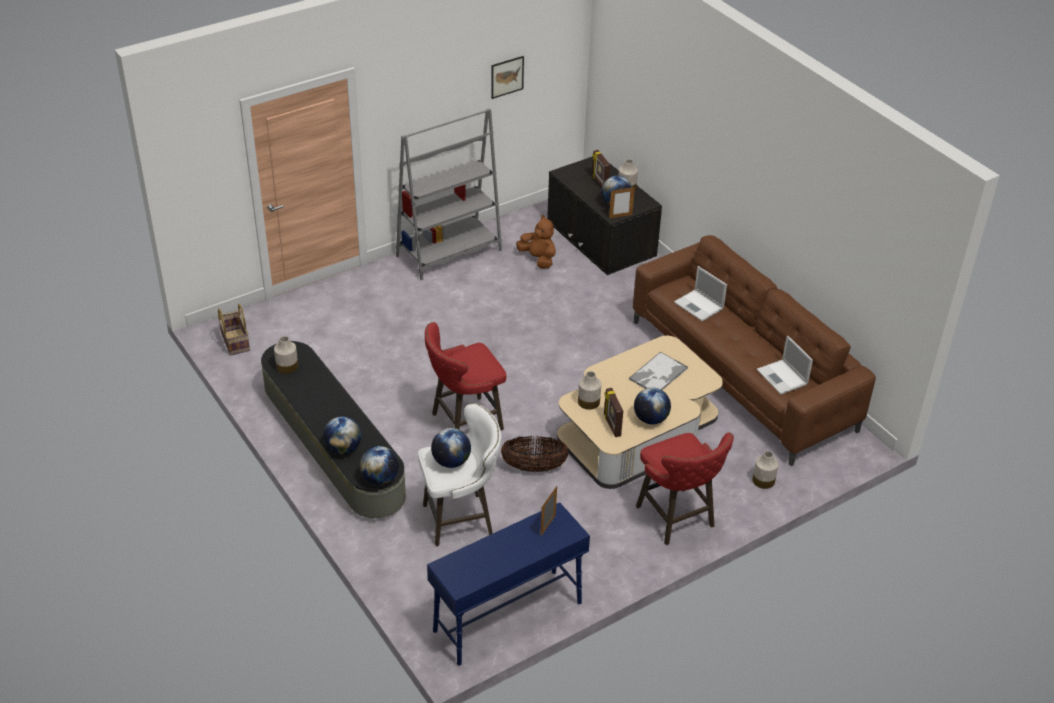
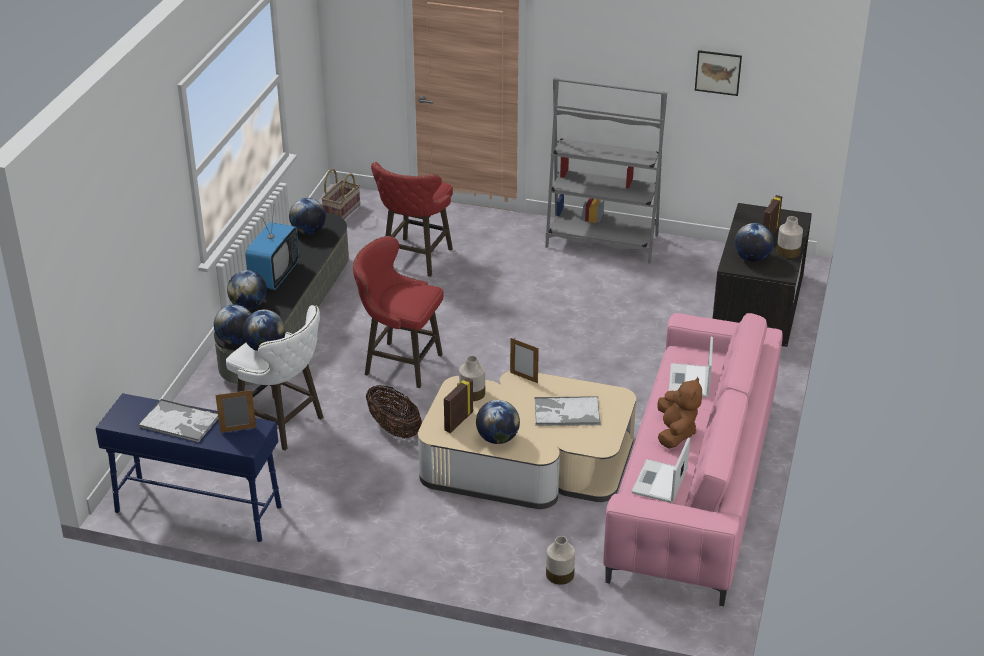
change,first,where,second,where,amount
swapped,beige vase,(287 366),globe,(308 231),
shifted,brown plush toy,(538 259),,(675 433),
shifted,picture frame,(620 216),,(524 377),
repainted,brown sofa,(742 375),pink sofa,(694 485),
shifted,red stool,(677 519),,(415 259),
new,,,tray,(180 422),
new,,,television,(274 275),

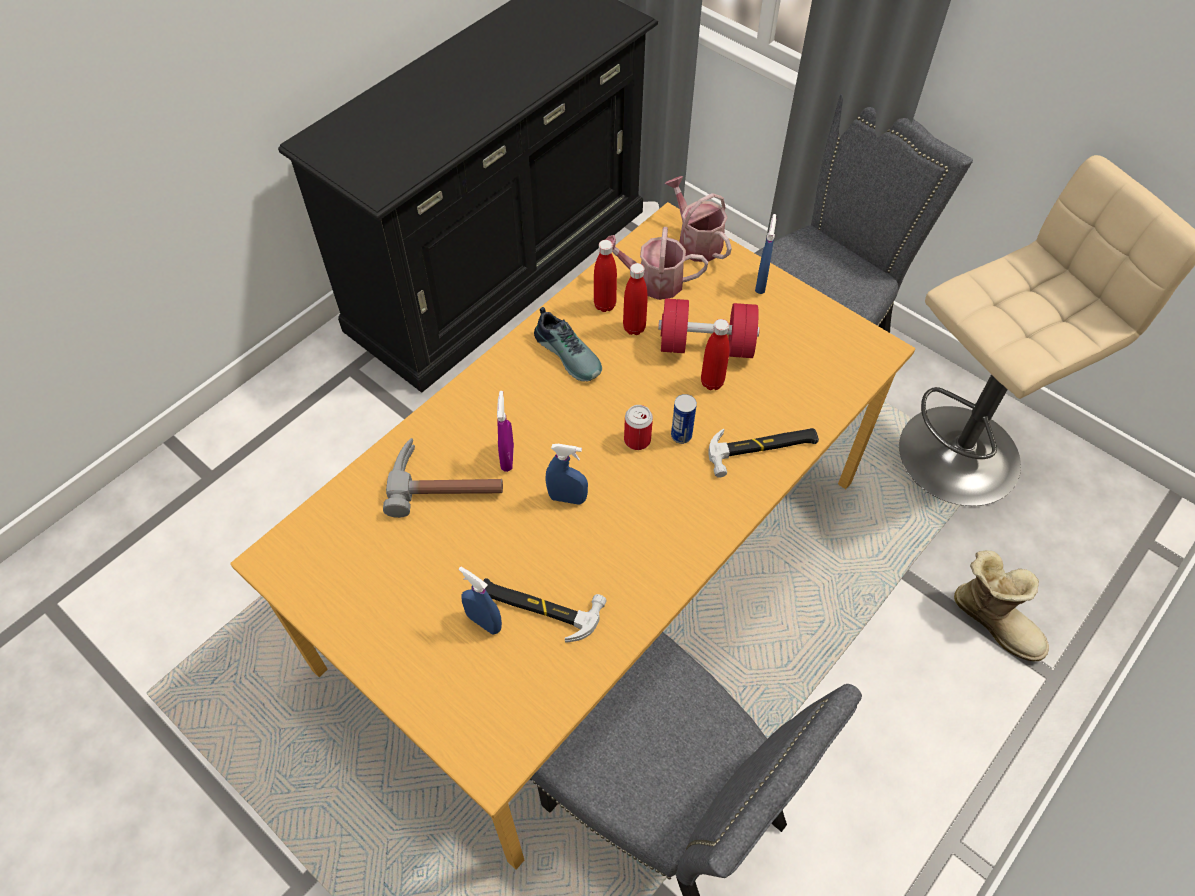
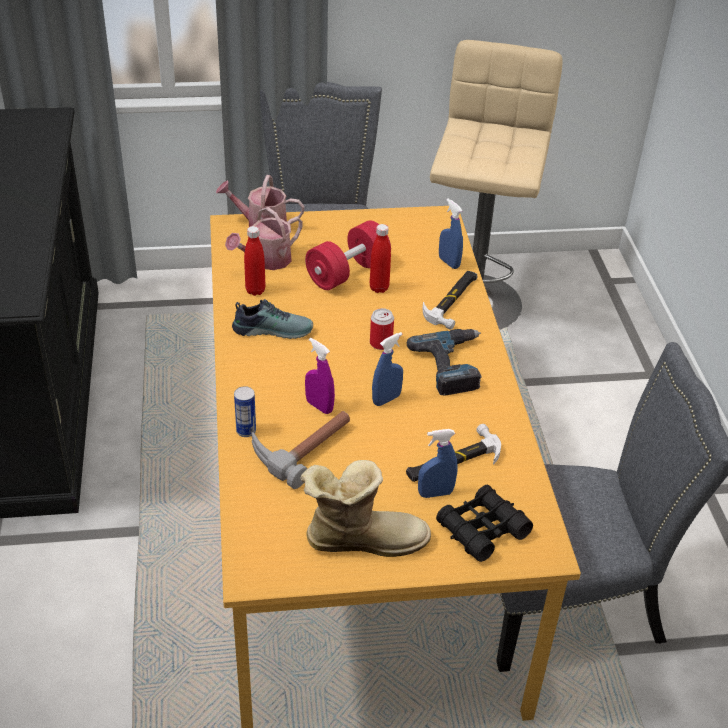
change,first,where,second,where,amount
gone,red bottle,(634 328),,,
shifted,can,(681 435),,(246 431),
shifted,blue spray bottle,(761 283),,(449 262),
shifted,boot,(995 620),,(362 538),
new,,,power drill,(453 365),
new,,,black binoculars,(482 530),

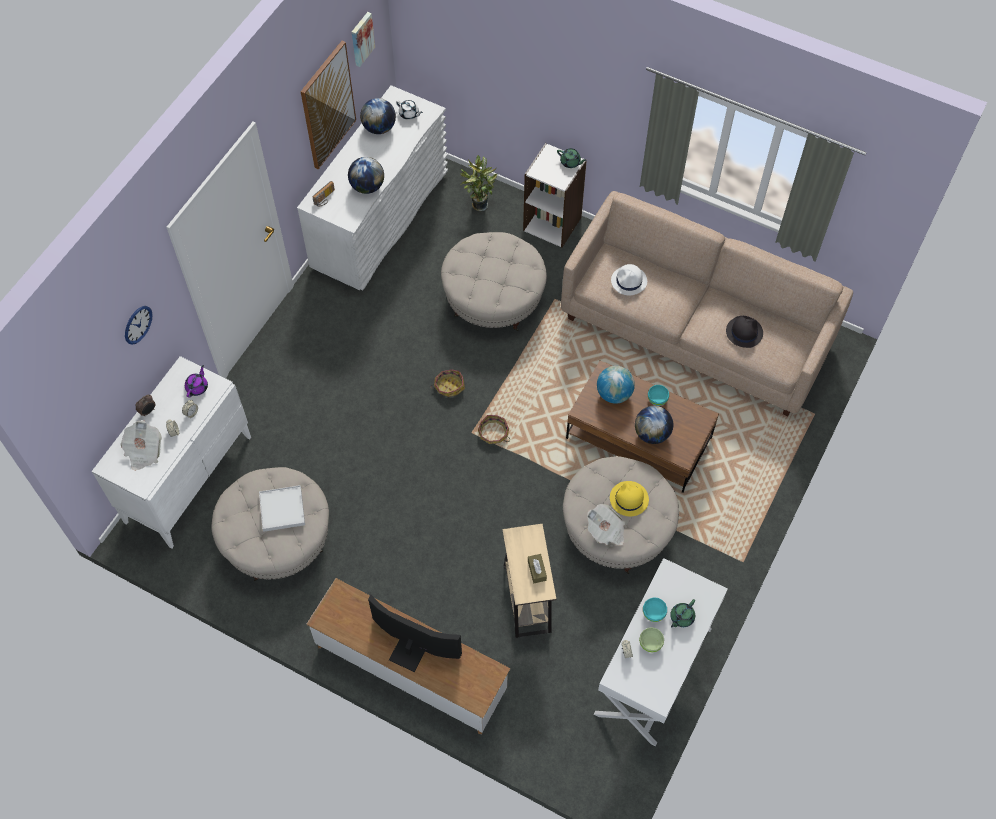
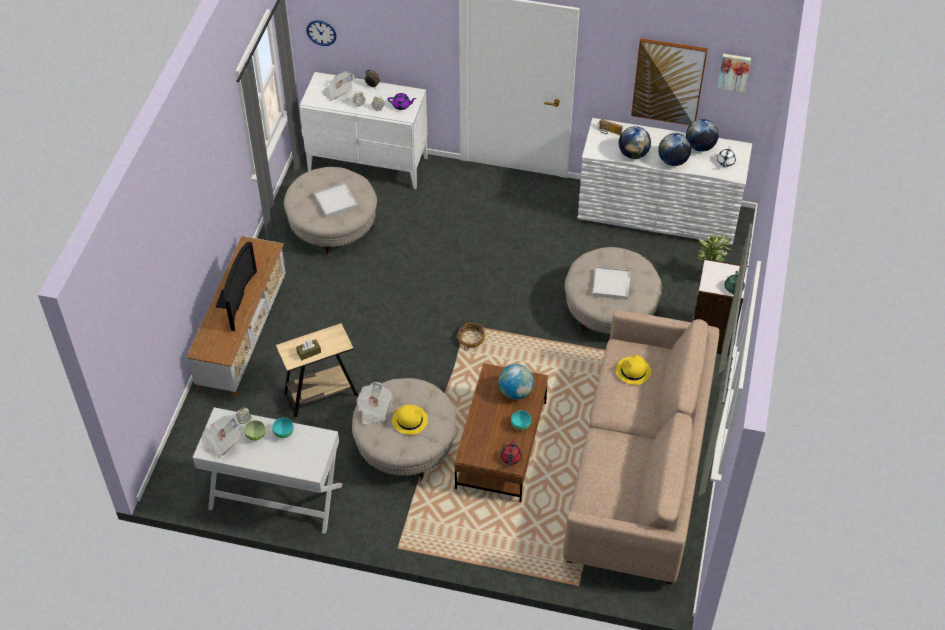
change,first,where,second,where,amount
shifted,wall clock,(138 324),,(321 32),
gone,basket,(449 386),,,
repainted,white hat,(629 281),yellow hat,(633 371),
shifted,globe,(652 433),,(673 161),
gone,green teapot,(681 617),,,
gone,black hat,(744 332),,,
new,,,newspaper,(222 443),
new,,,red teapot,(511 458),
new,,,white tray,(611 284),

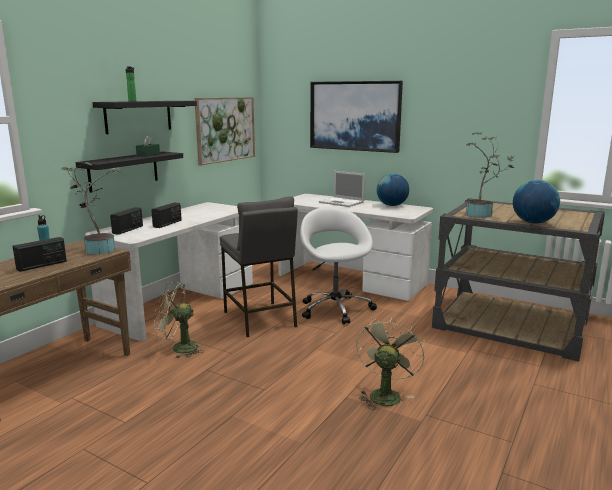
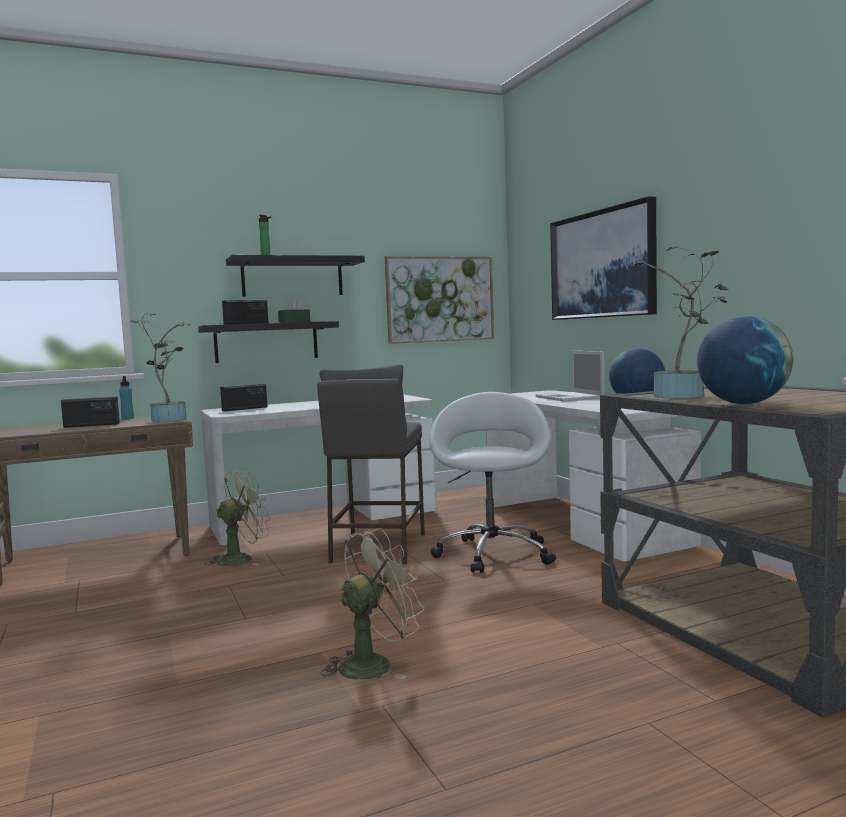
change,first,where,second,where,amount
shifted,radio,(167 224),,(246 324),
rotated,green fan,(179 348),,(241 559),105 degrees clockwise

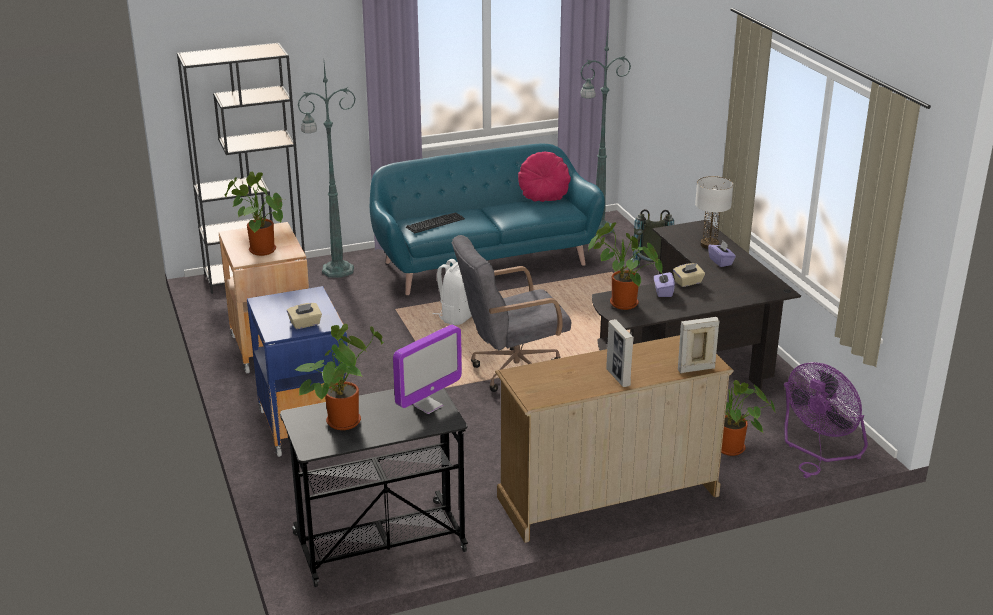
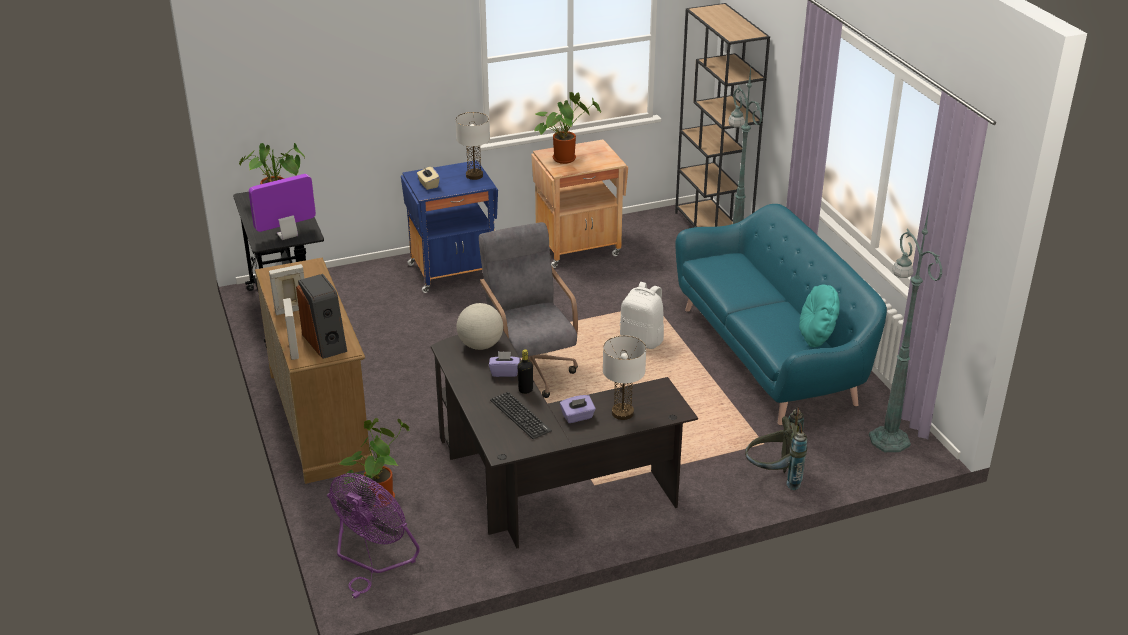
change,first,where,second,where,amount
rotated,monitor,(427 405),,(287 235),105 degrees clockwise
shifted,keyboard,(435 223),,(520 416),
repainted,pink pillow,(543 198),turquoise pillow,(816 338),
swapped,potted plant,(620 303),globe,(480 345),
swapped,beige tissue box,(688 282),black bottle,(525 390),
rotated,purple fan,(815 449),,(368 558),105 degrees counterclockwise
new,,,speaker,(325 342),
new,,,table lamp,(474 175),

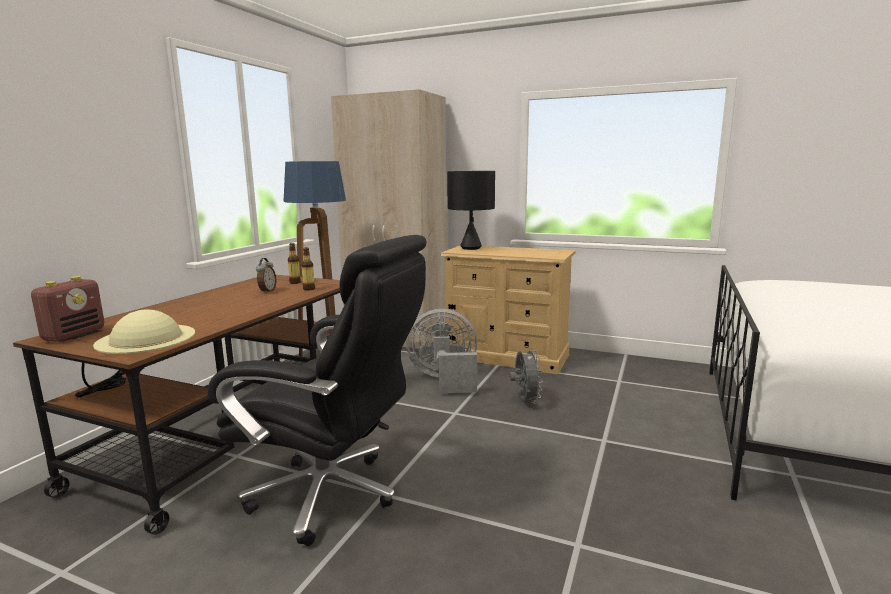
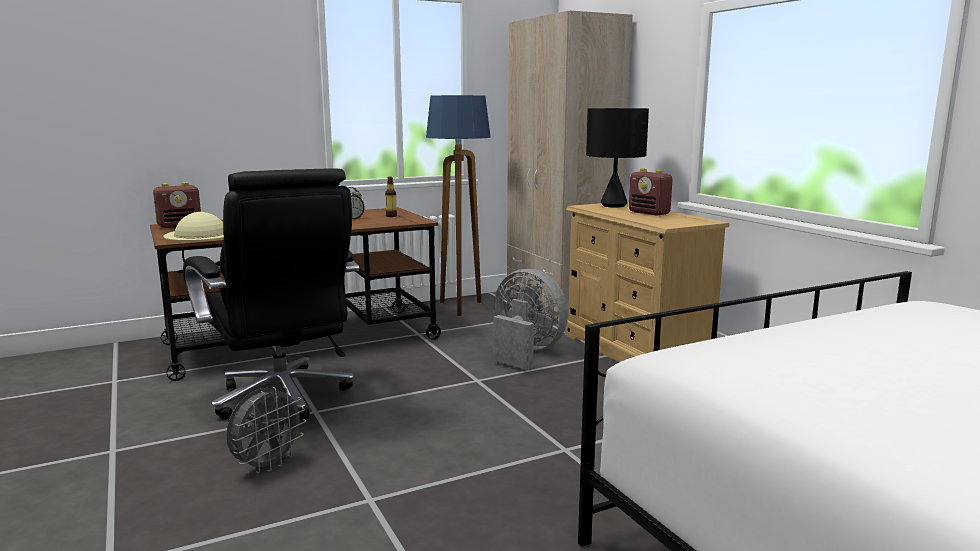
change,first,where,second,where,amount
gone,bottle,(309 289),,,
shifted,grey fan,(525 401),,(267 465),
new,,,radio,(649 213),

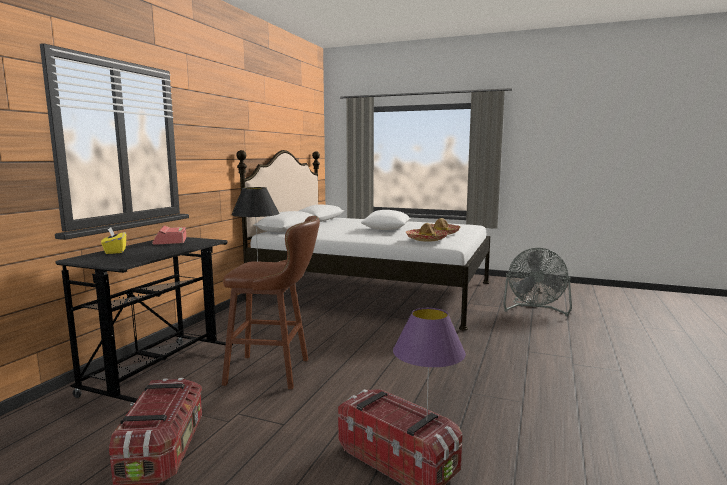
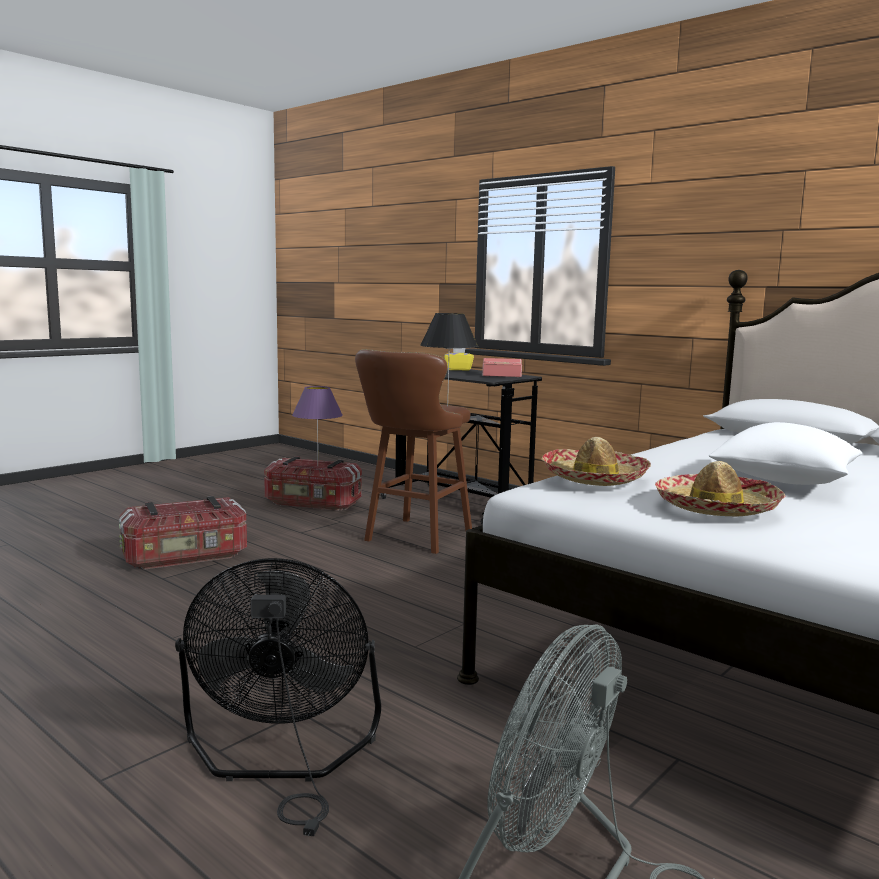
change,first,where,second,where,amount
shifted,purple table lamp,(426 420),,(317 466),
new,,,black fan,(282 762),

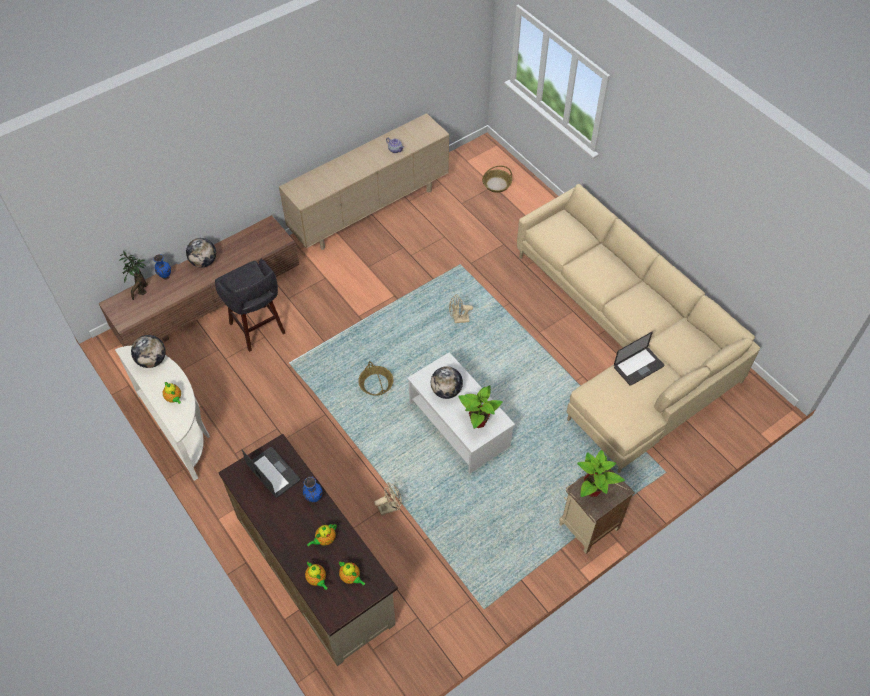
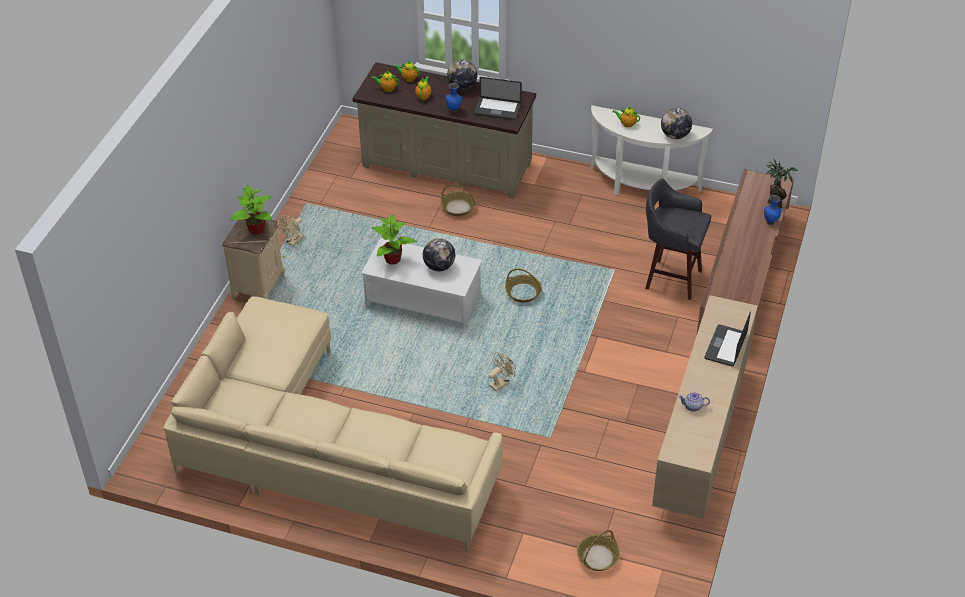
change,first,where,second,where,amount
shifted,globe,(204 262),,(462 87),
shifted,beige fan,(390 507),,(293 241),
shifted,laptop,(638 367),,(725 346),
new,,,basket,(458 207),

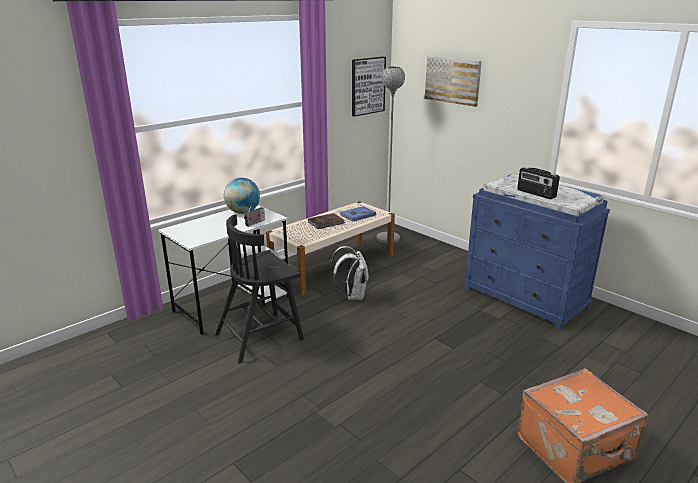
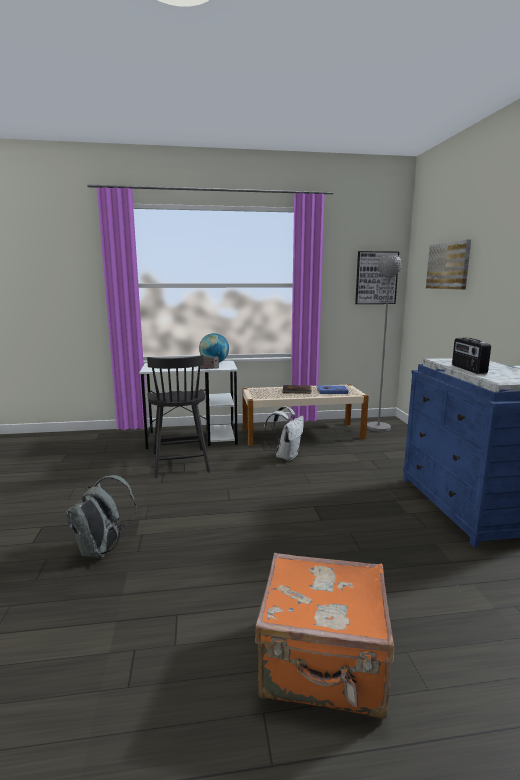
change,first,where,second,where,amount
rotated,black chair,(261 336),,(180 461),105 degrees counterclockwise
new,,,grey backpack,(102 551),

